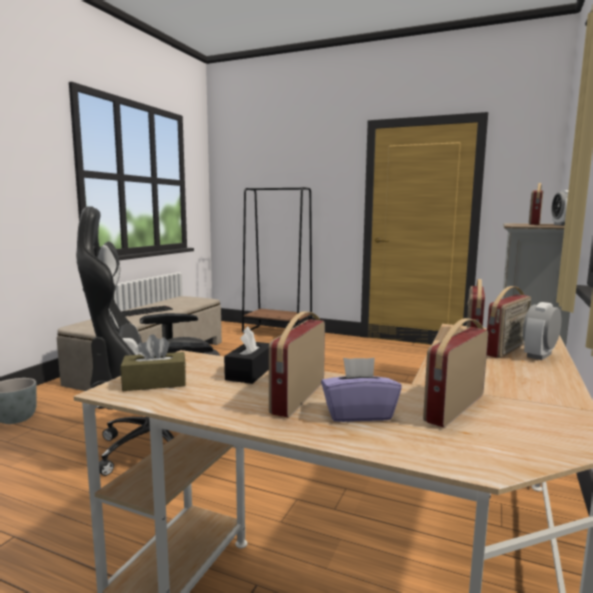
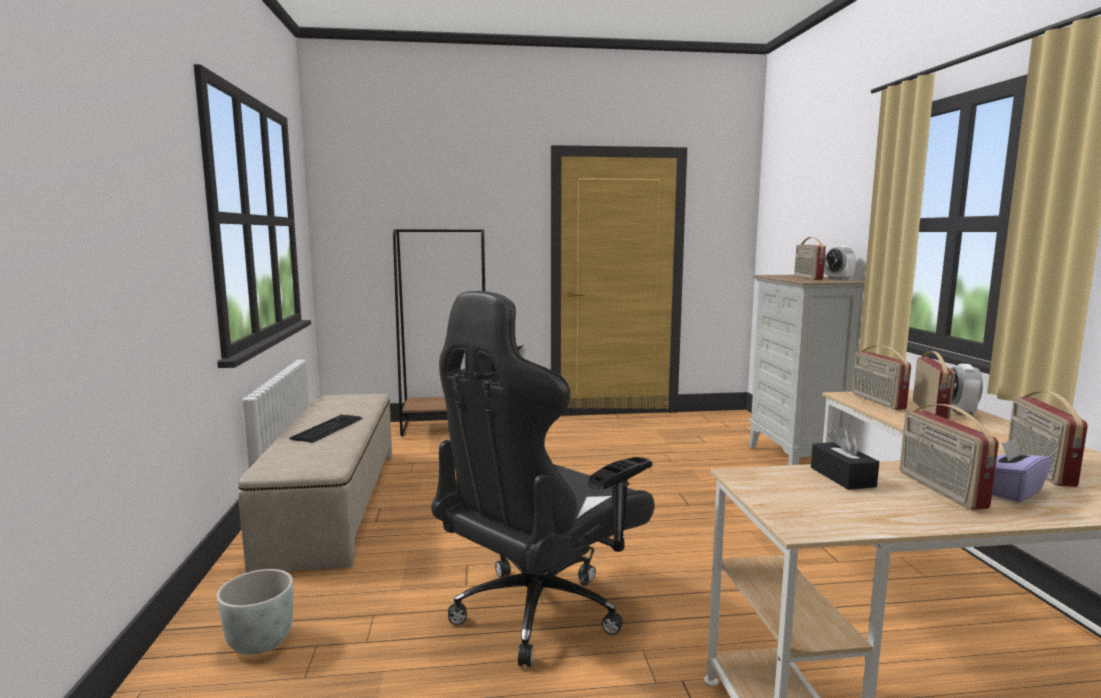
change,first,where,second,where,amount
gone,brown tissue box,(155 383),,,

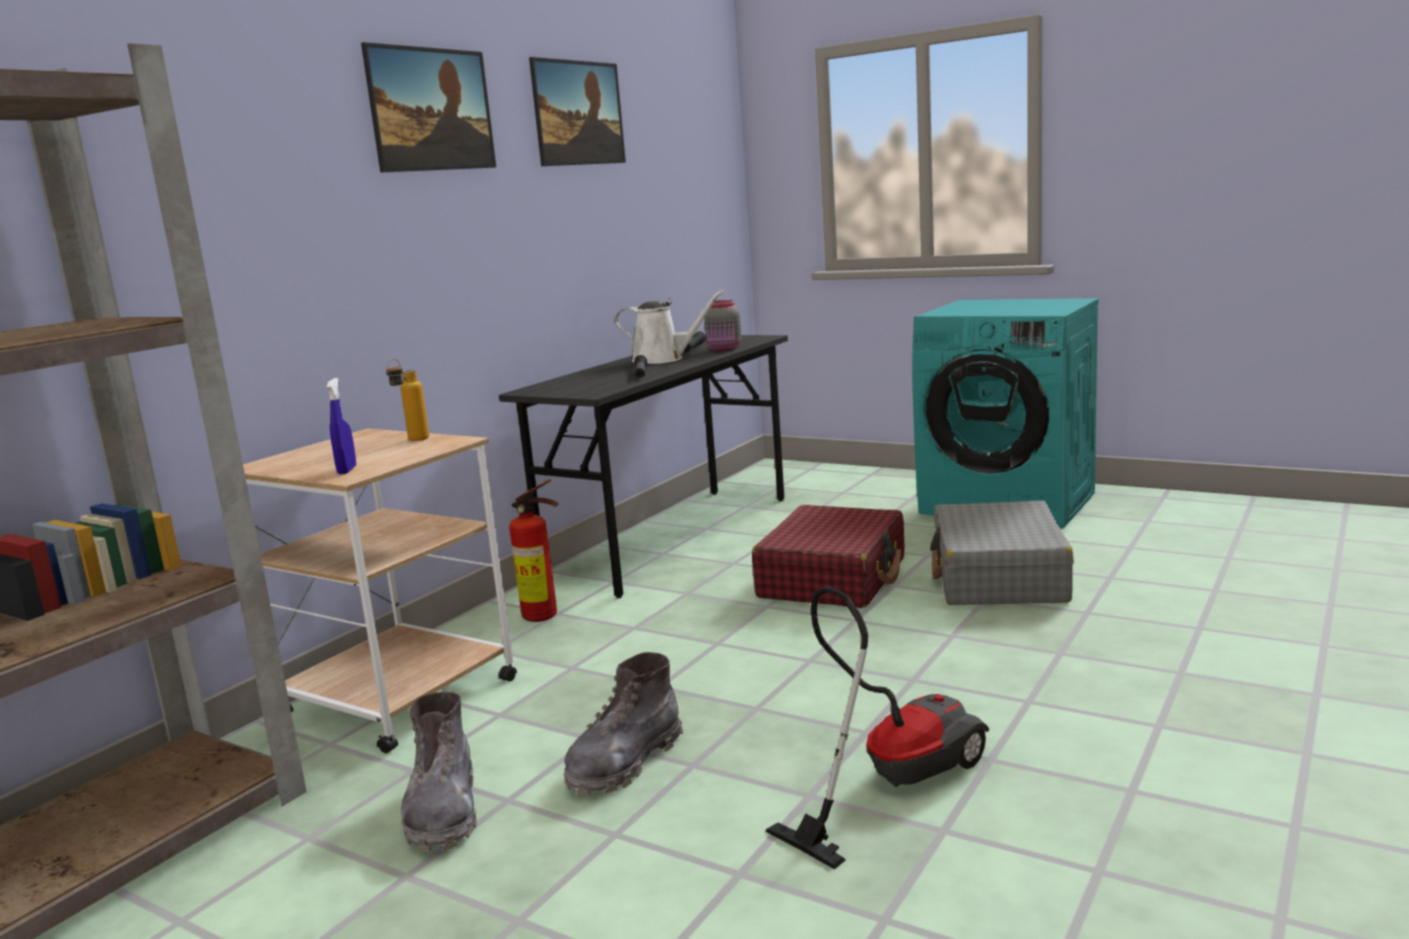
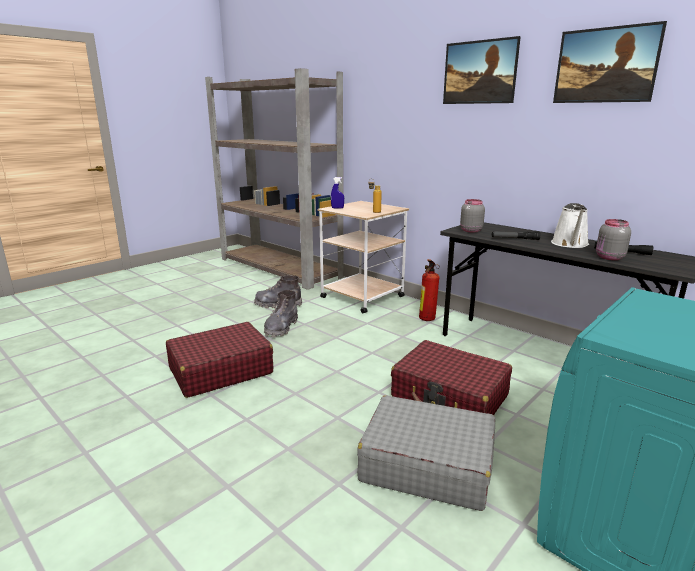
change,first,where,second,where,amount
rotated,grey boot,(624 763),,(281 328),120 degrees counterclockwise
swapped,vacuum cleaner,(891 780),red suitcase,(220 371),
new,,,grey jar,(470 230),

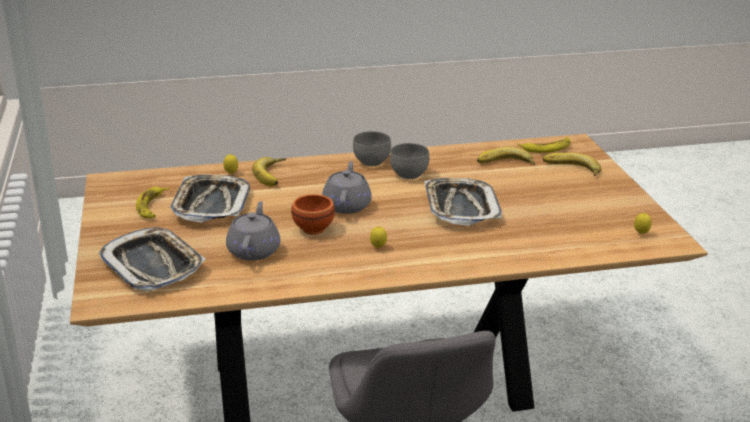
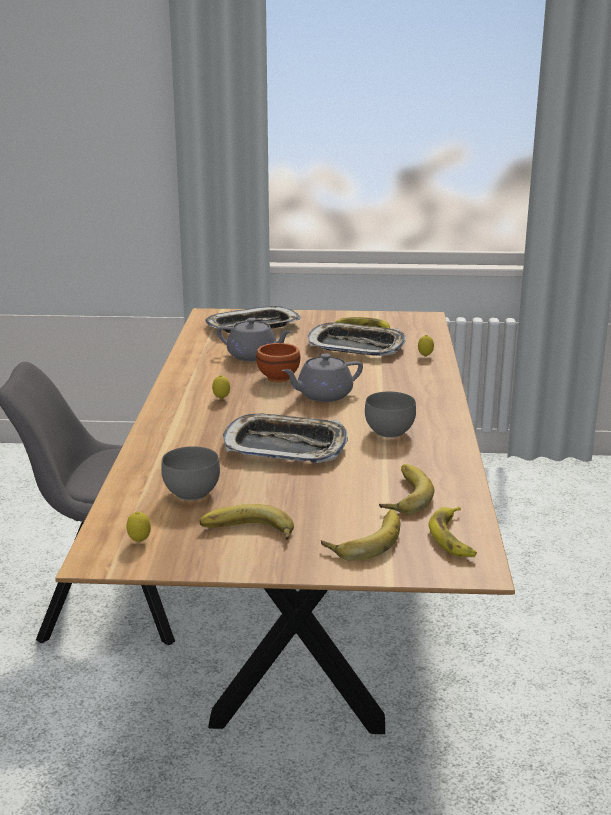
change,first,where,second,where,amount
shifted,banana,(274 175),,(247 533),
rotated,grey teapot,(347 205),,(323 395),135 degrees clockwise
shifted,grey bowl,(373 162),,(192 494),

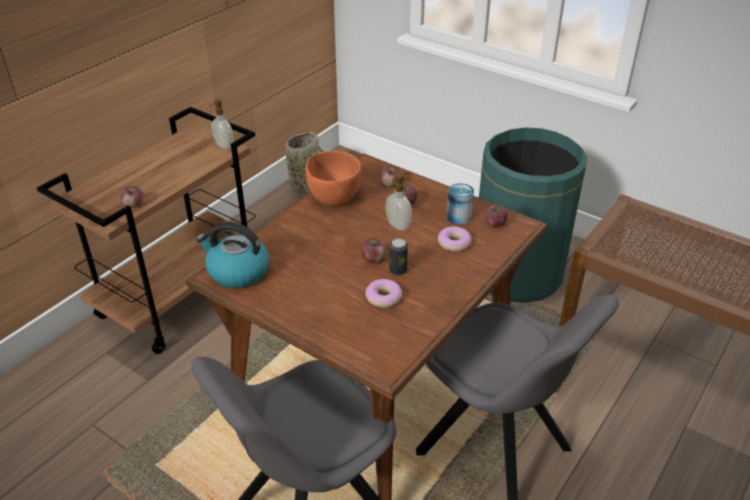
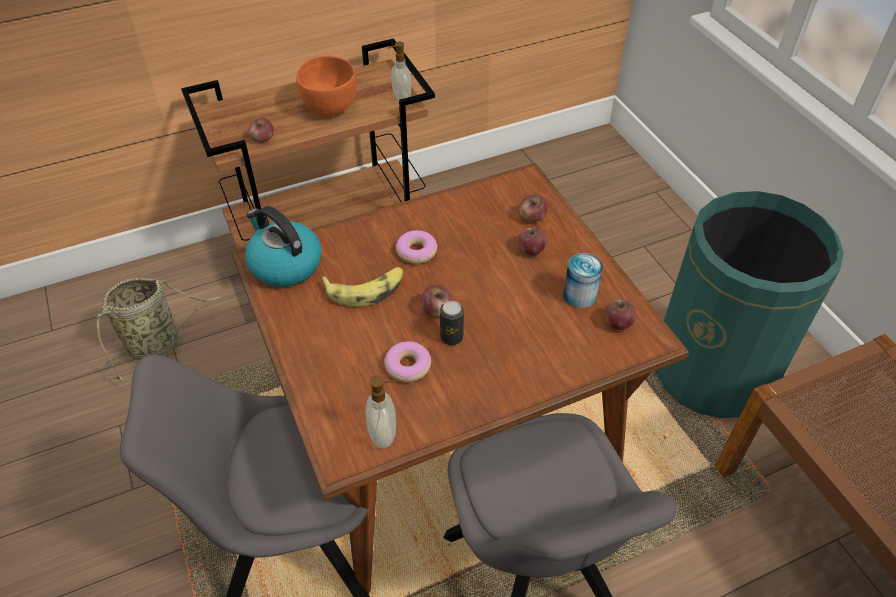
change,first,where,second,where,amount
shifted,basket,(306 184),,(158 343),
shifted,orange bowl,(334 197),,(330 107),
shifted,soap dispenser,(399 225),,(384 434),
shifted,donut,(454 243),,(416 252),
new,,,banana,(366 289),

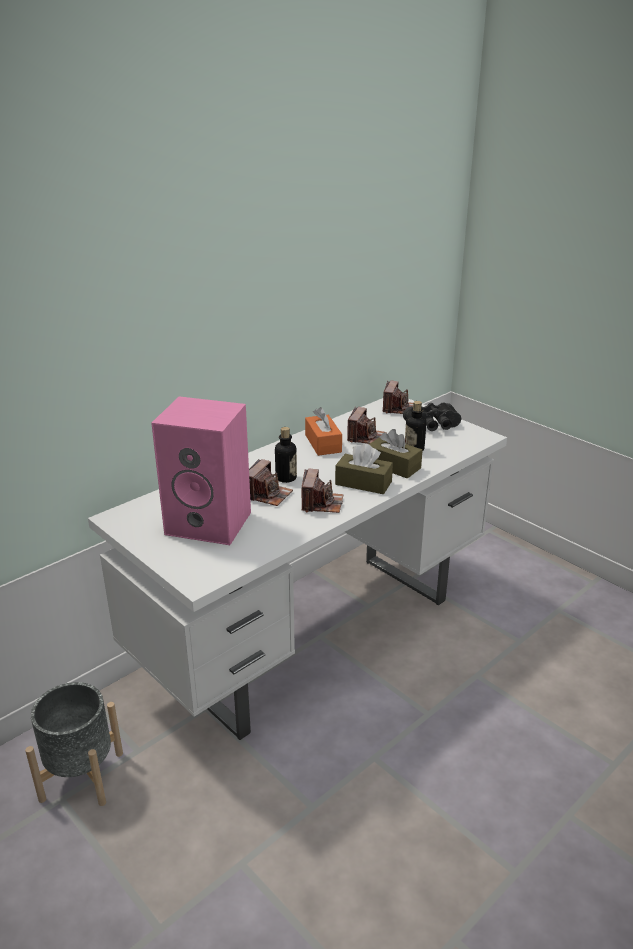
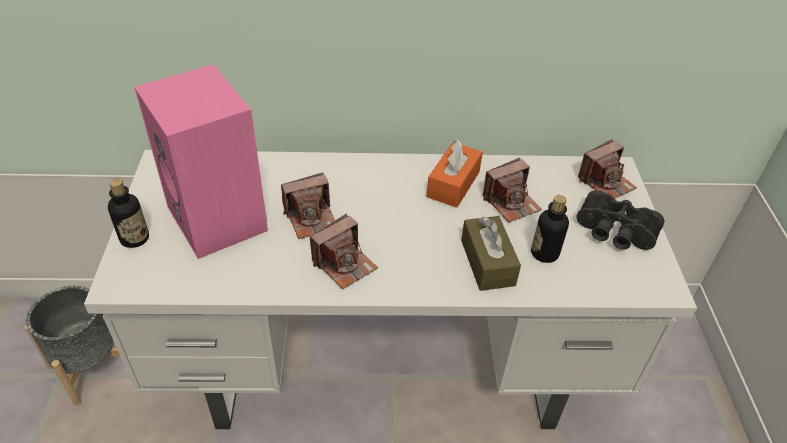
change,first,where,second,where,amount
shifted,bottle,(286 478),,(134 238),
gone,brown tissue box,(363 483),,,

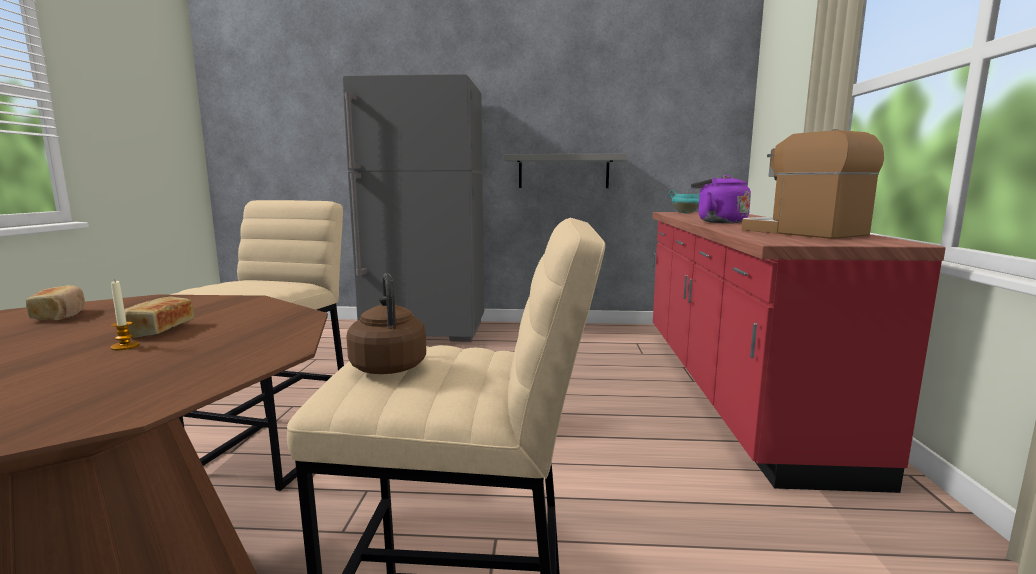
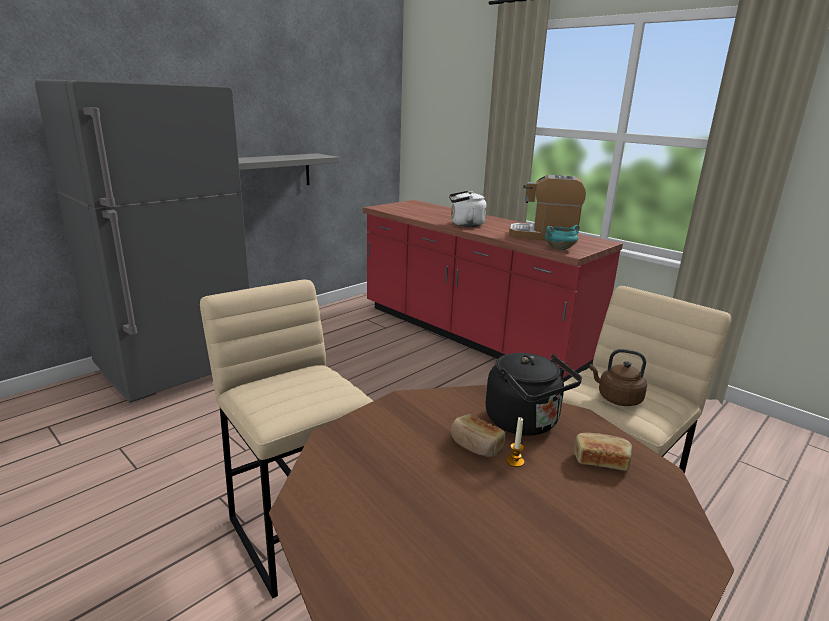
change,first,where,second,where,amount
shifted,bread,(61 315),,(600 460),
shifted,turquoise cooking pot,(686 213),,(560 249),
repainted,purple kettle,(718 222),white kettle,(465 224),
new,,,black kettle,(525 423),

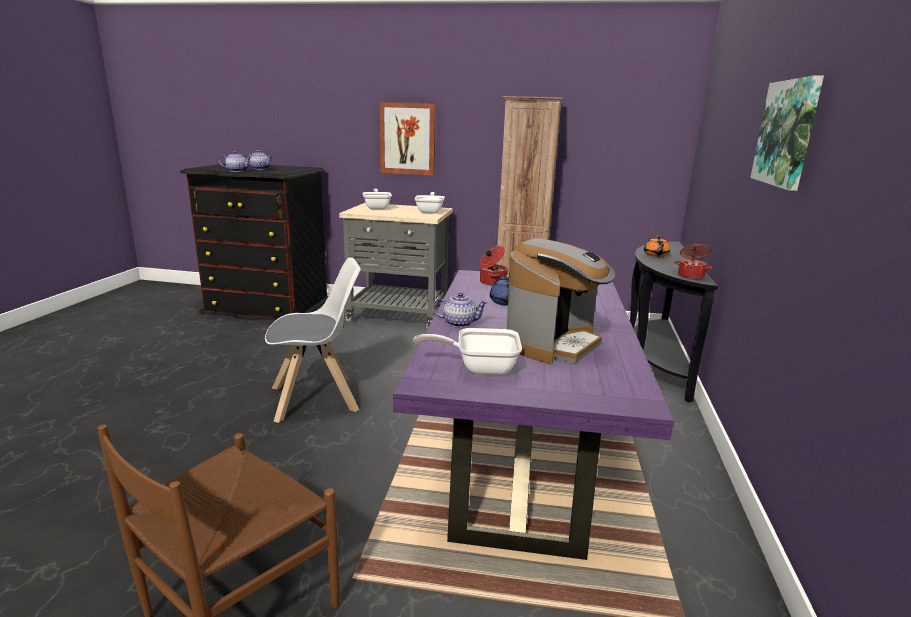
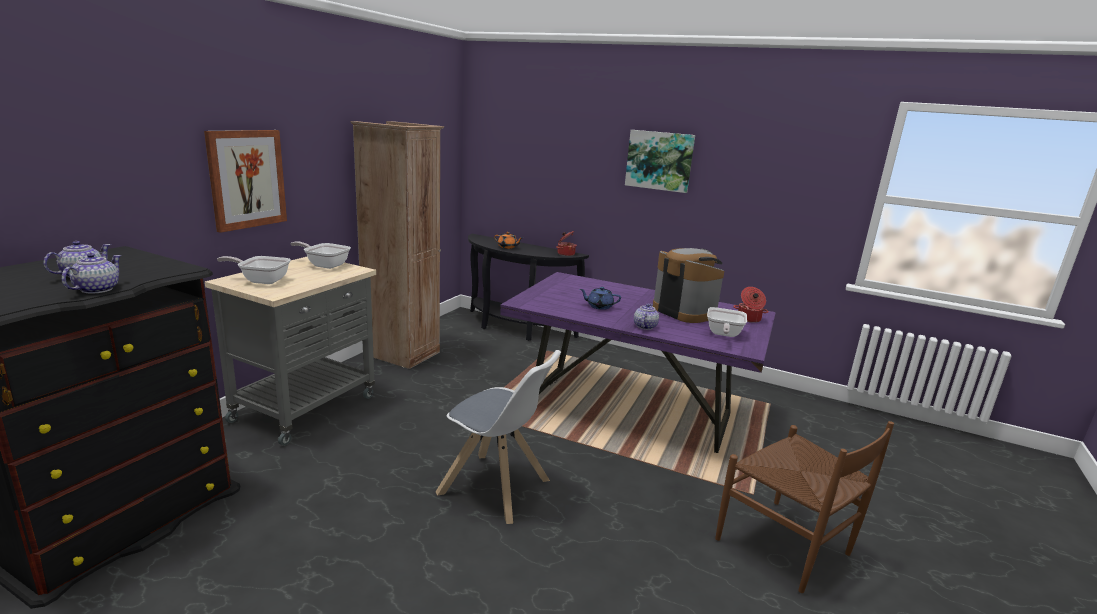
change,first,where,second,where,amount
rotated,chair,(317 399),,(497 488),120 degrees clockwise
shifted,cooking pot,(492 282),,(748 319),

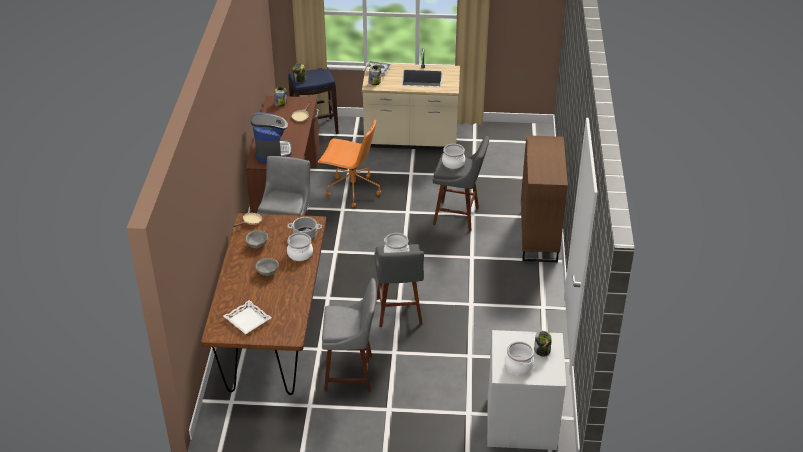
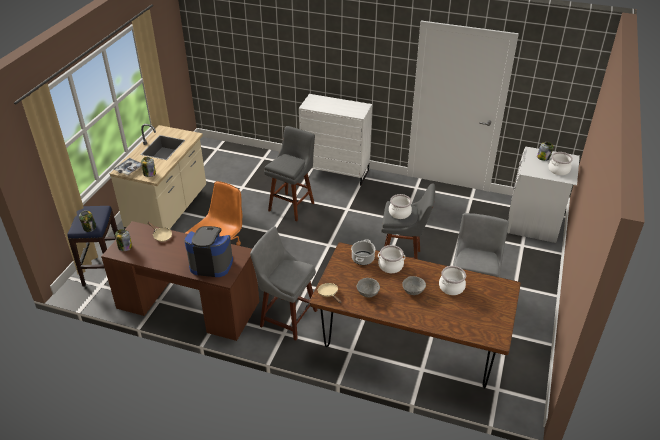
change,first,where,second,where,amount
gone,white tray,(247 320),,,
shifted,cooking pot,(453 163),,(451 287),
repainted,brown dresser,(539 236),white dresser,(335 172),

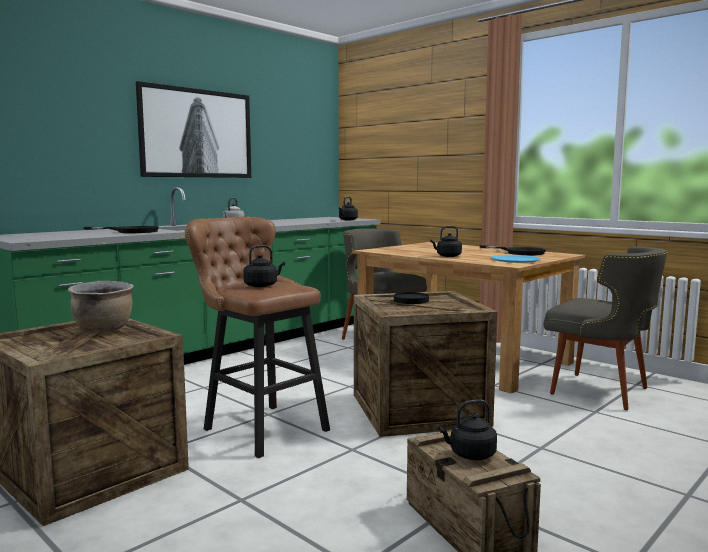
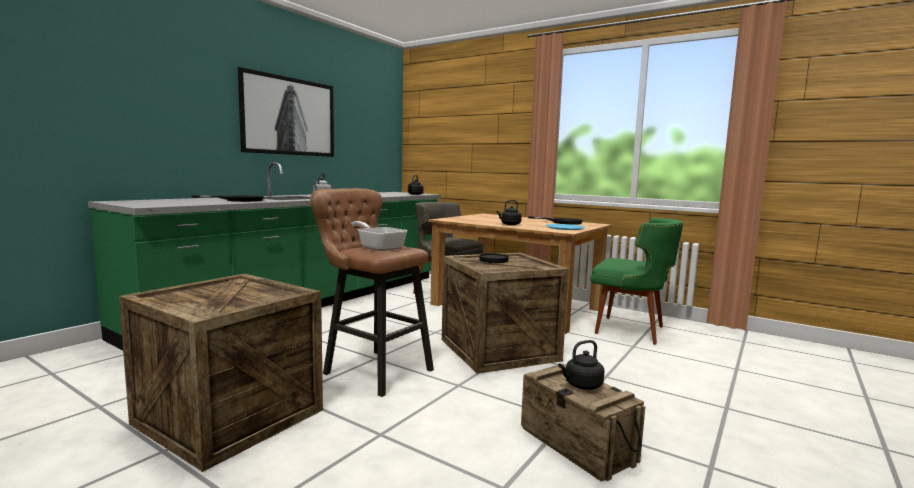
change,first,where,second,where,amount
gone,brown cooking pot,(104 330),,,
swapped,black kettle,(262 285),frying pan,(379 247),
repainted,grey chair,(598 391),green chair,(628 330),

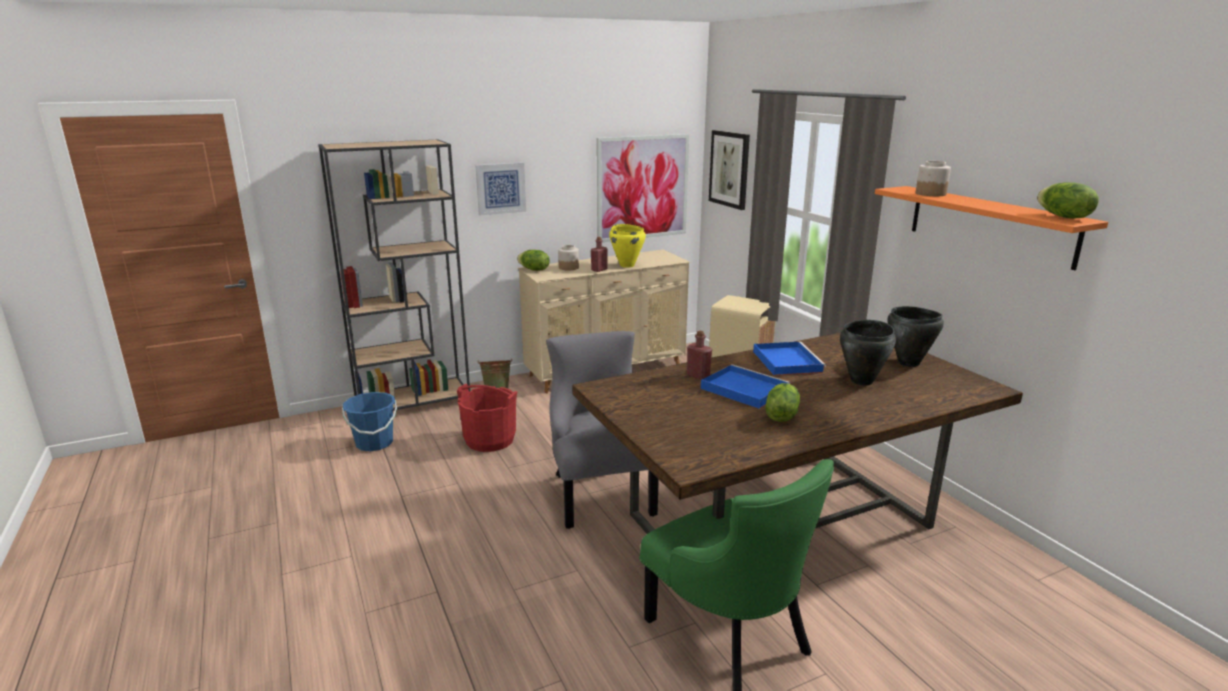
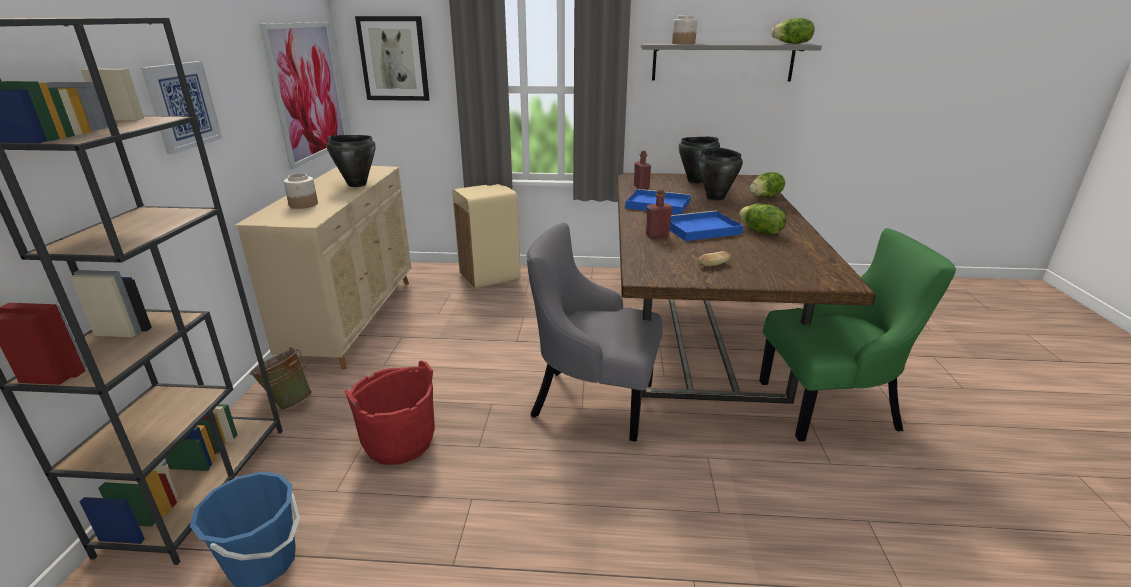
change,first,where,second,where,amount
shifted,lettuce,(534 270),,(765 196),
shifted,red bottle,(599 270),,(641 187),
repainted,yellow cooking pot,(627 265),black cooking pot,(357 184),
repainted,orange shelf,(990 225),grey shelf,(722 62),
new,,,bread,(714 265),

